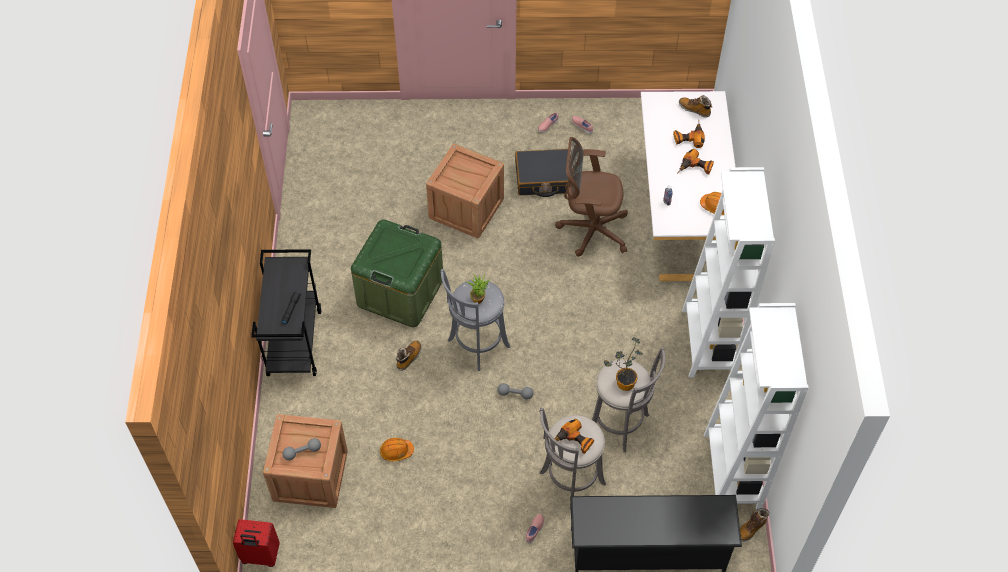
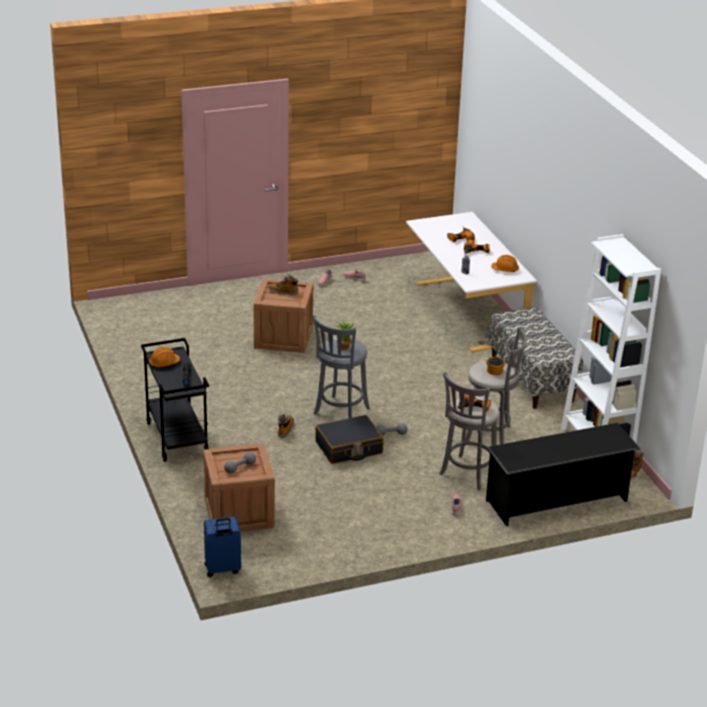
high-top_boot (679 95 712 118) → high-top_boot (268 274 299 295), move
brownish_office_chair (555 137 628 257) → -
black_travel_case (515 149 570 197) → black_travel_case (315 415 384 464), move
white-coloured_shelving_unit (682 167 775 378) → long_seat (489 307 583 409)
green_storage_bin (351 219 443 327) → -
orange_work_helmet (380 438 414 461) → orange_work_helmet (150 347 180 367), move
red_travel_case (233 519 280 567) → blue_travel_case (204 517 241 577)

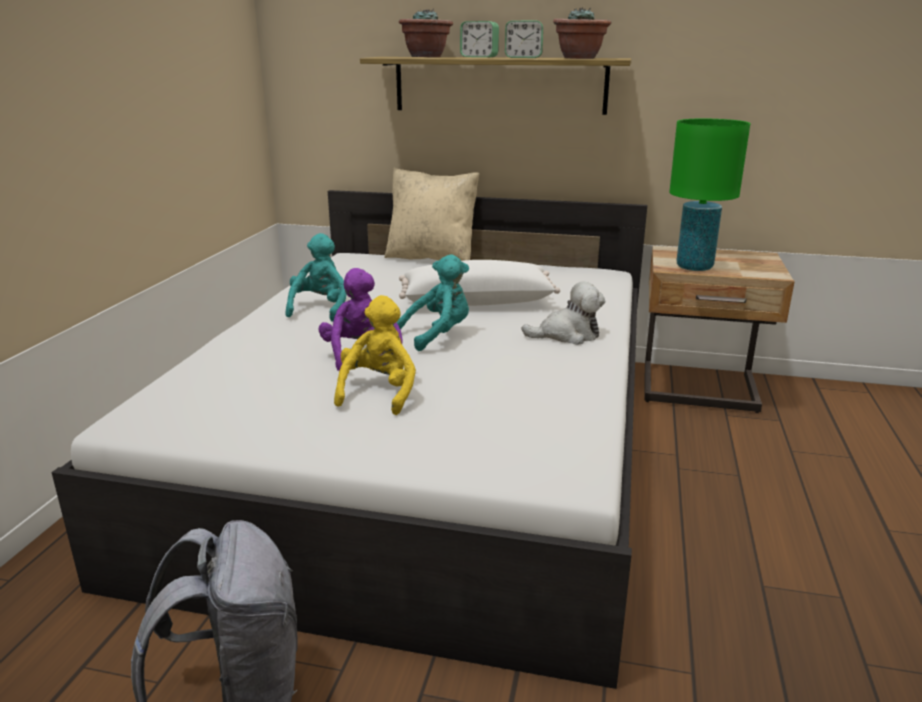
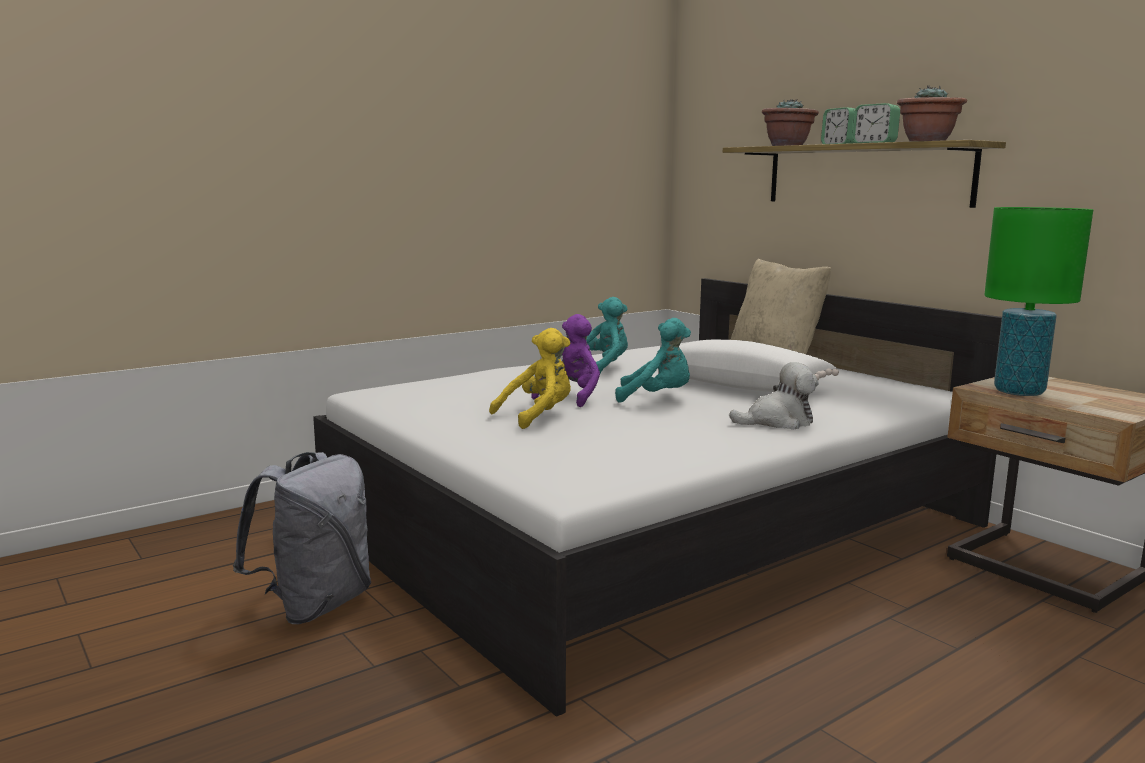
cuddly_toy (522 282 605 345) → cuddly_toy (729 362 818 430), 45 degrees counterclockwise

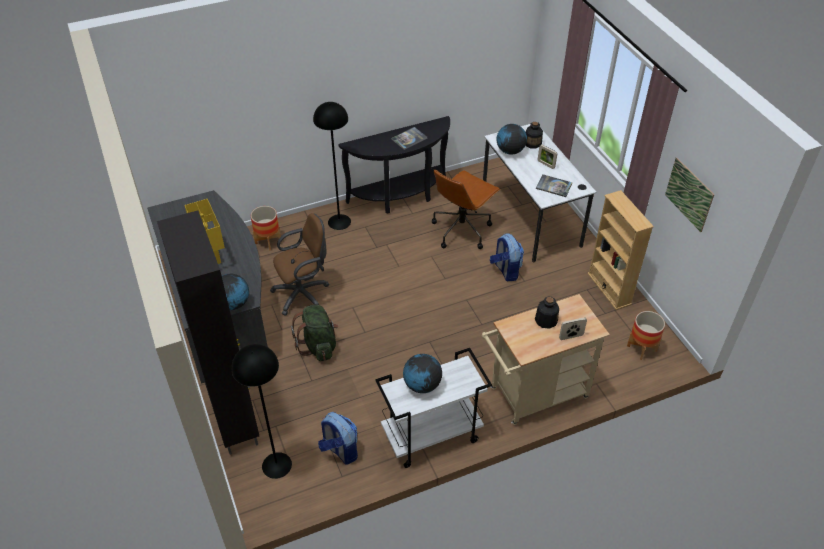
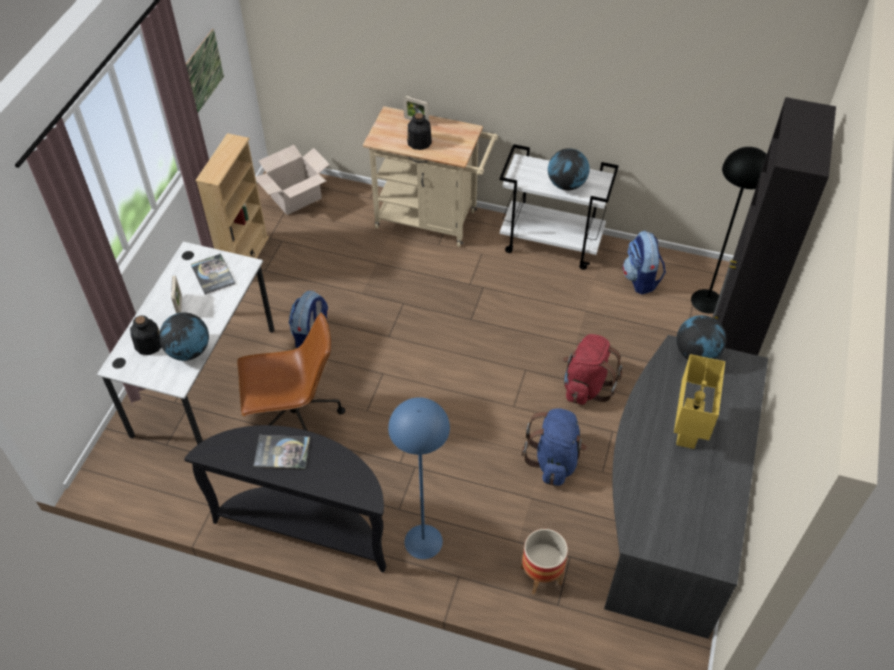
black_standing_lamp (313 102 351 230) → blue_standing_lamp (388 397 450 559)
brownish_office_chair (270 213 329 316) → blue_backpack (522 408 587 486)
green_backpack (291 305 338 361) → red_backpack (563 334 622 405)
flower_pot (627 311 665 360) → packing_box (255 145 330 215)

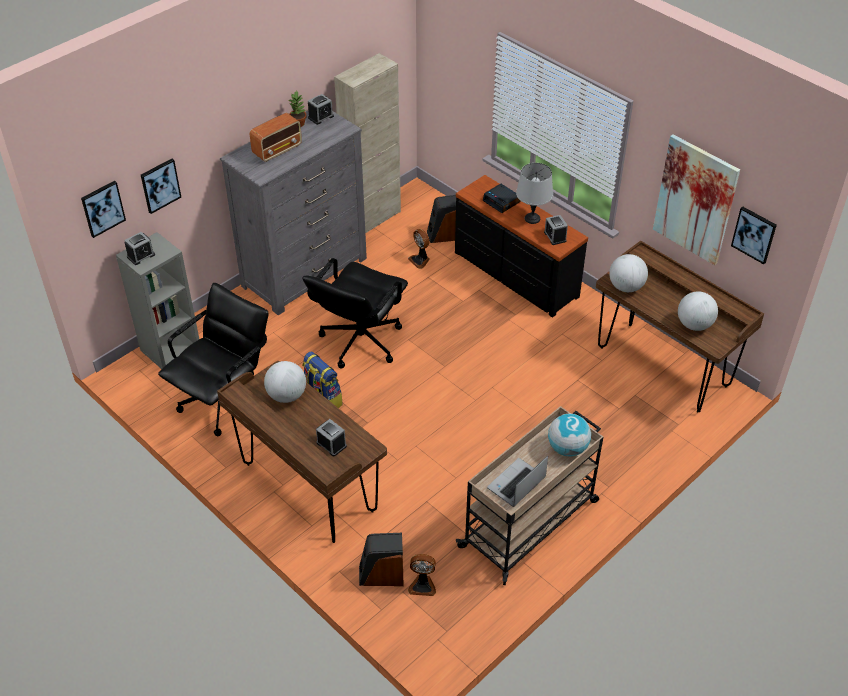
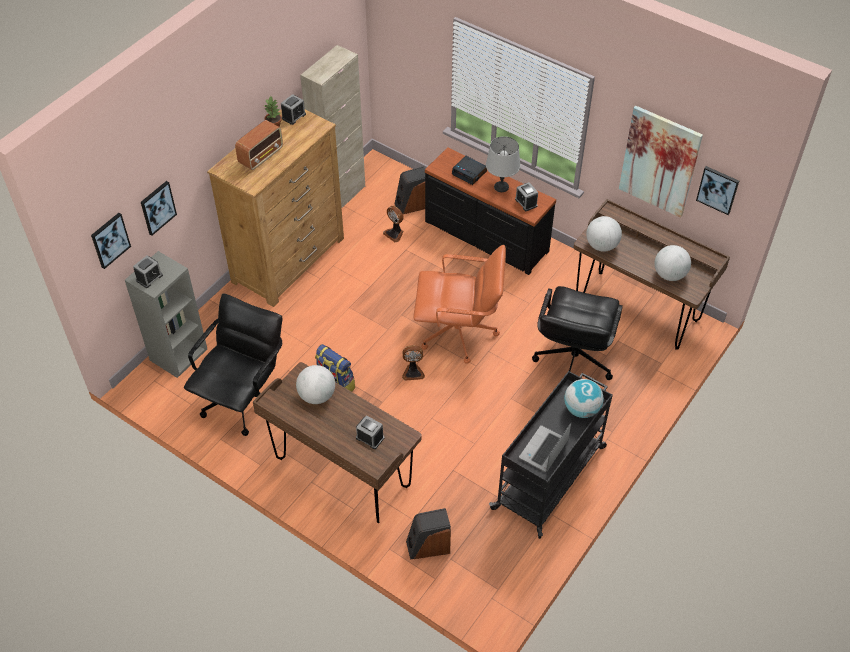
grey_chest_of_drawers (220 111 367 315) → brownish_chest_of_drawers (207 110 344 307)
black_office_chair (302 258 408 368) → black_office_chair (532 286 623 380), move
sand-coloured_wheeled_cart (456 406 603 585) → black_wheeled_cart (489 371 613 539)
cooling_fan (408 554 436 596) → cooling_fan (402 345 425 381), move
- → orange_office_chair (413 245 506 364)

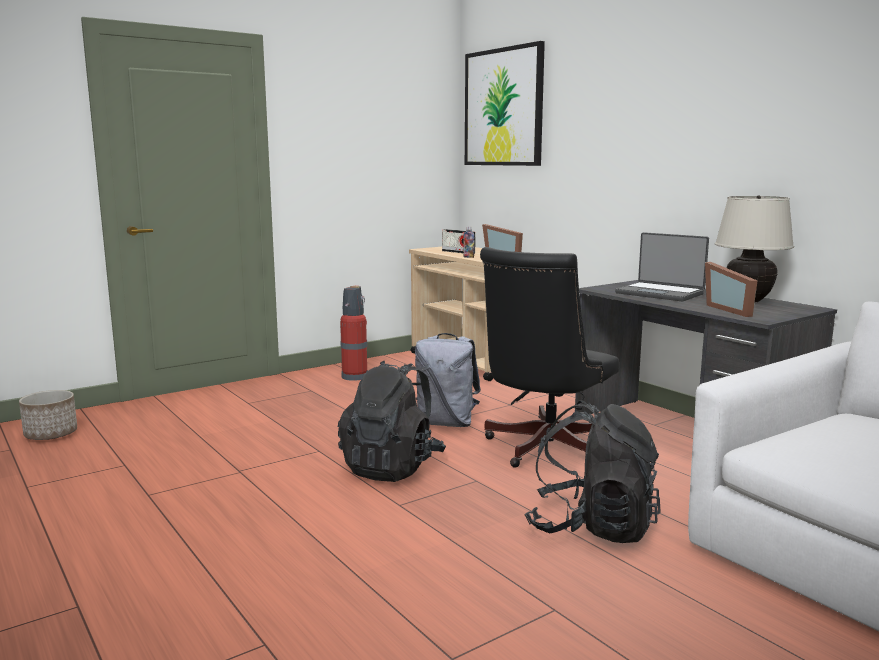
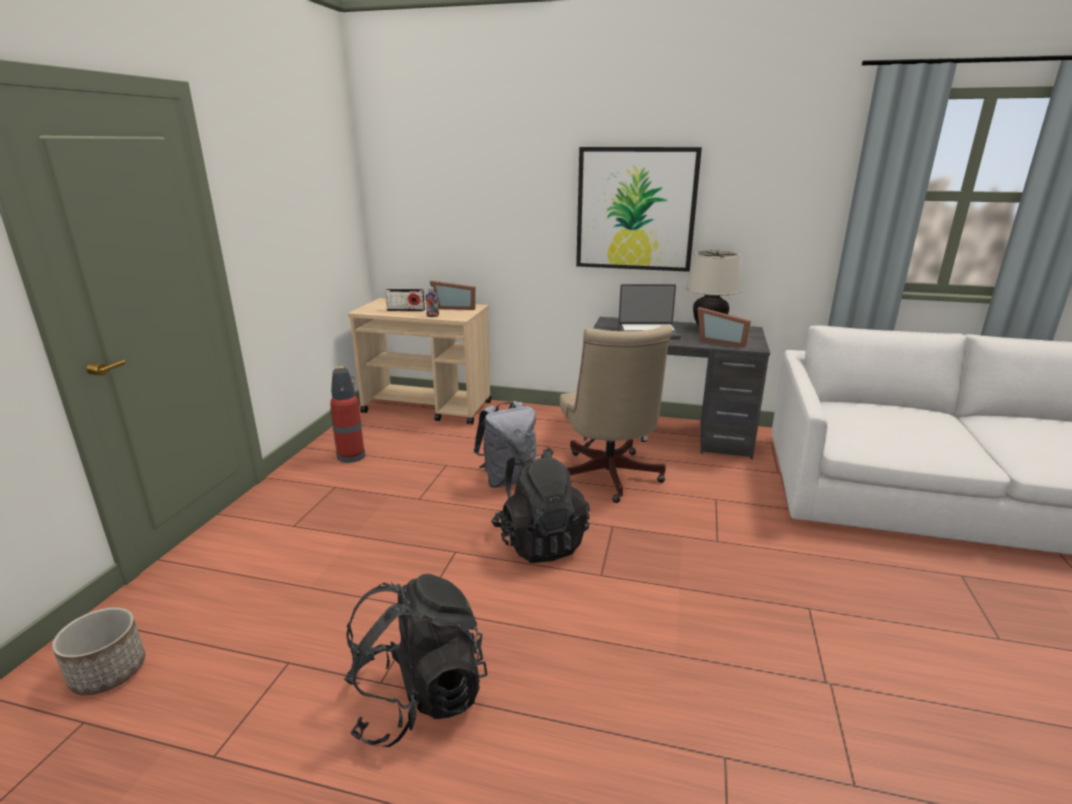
wall_art (465 41 545 166) → wall_art (576 147 702 272), move
black_office_chair (480 247 619 468) → sand-coloured_office_chair (560 325 672 503)
black_backpack (524 401 661 543) → black_backpack (343 574 488 747), move

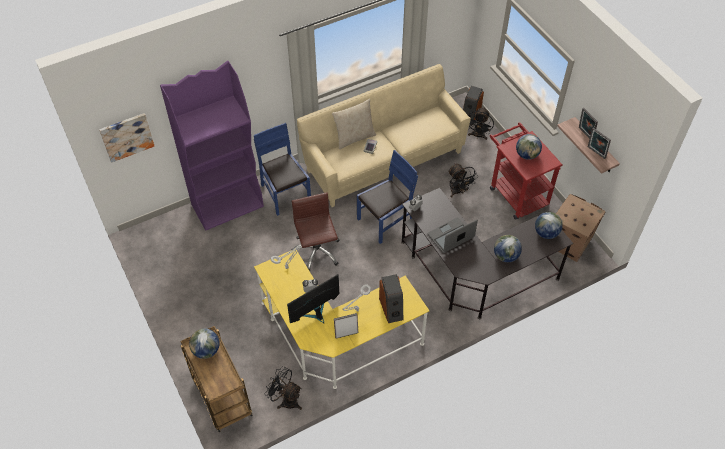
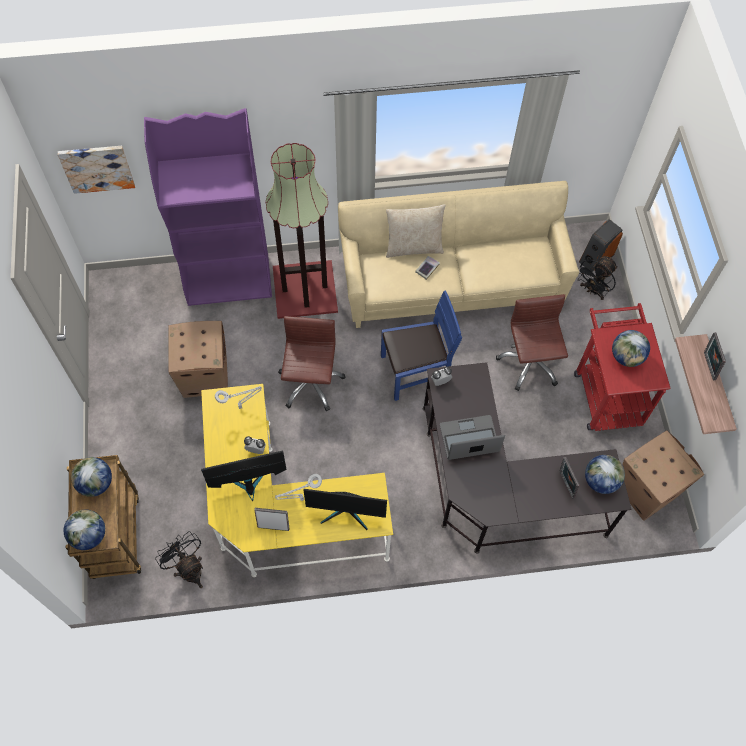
blue_chair (254 123 311 216) → standing_lamp (266 143 338 319)
photo_frame (588 128 611 159) → photo_frame (559 457 579 499), move
black_cooling_fan (448 163 478 197) → brownish_office_chair (496 294 568 391)
desk_globe (494 235 522 262) → desk_globe (64 510 105 550), move
loudspeaker (379 274 403 323) → computer_screen (304 489 387 530)
- → packing_box (169 321 228 398)

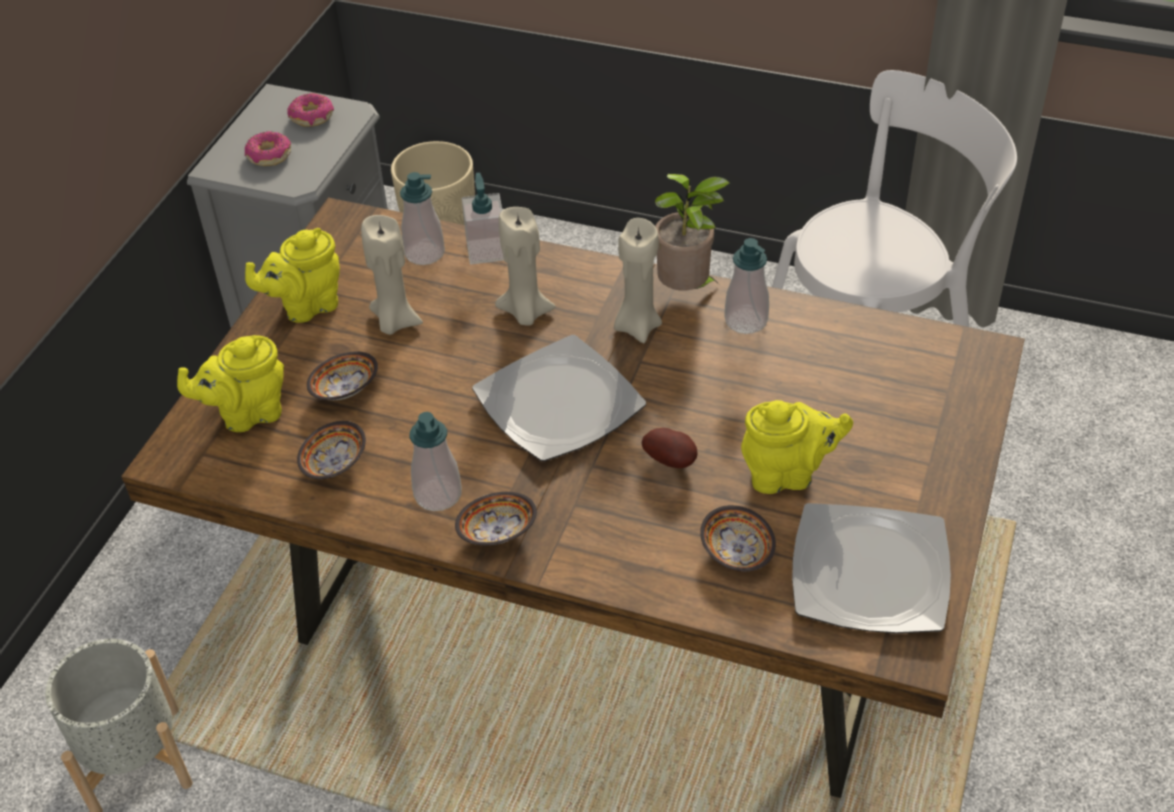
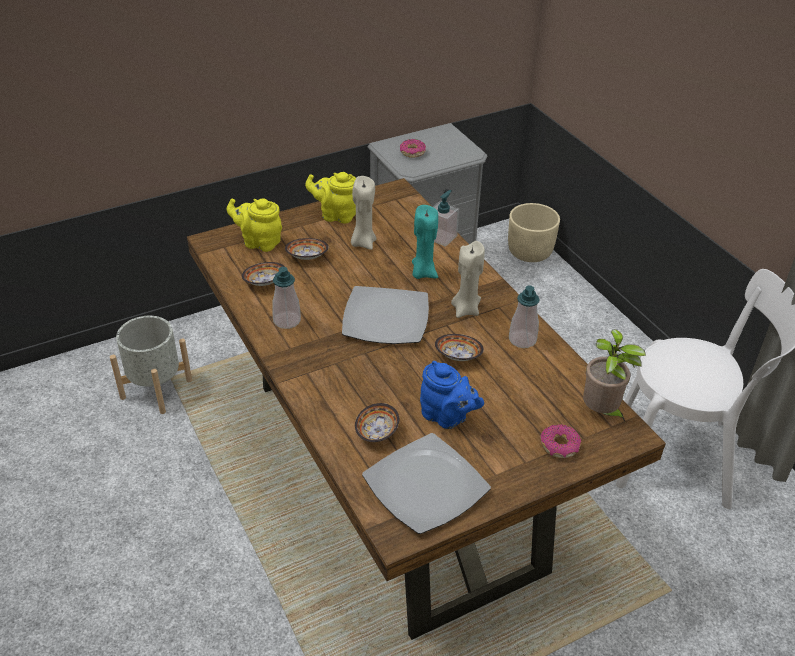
donut (287 93 334 127) → donut (540 424 581 458), move
soap_dispenser (400 172 445 265) → -
plant_in_a_pot (655 174 730 291) → plant_in_a_pot (583 329 646 422), move
sand-coloured_candle (495 207 556 325) → turquoise_candle (412 205 438 279)
yellowish_tea_pot (741 400 853 494) → blue_tea_pot (420 361 484 429)
spud (642 428 698 468) → -
deep_dish (455 492 537 545) → deep_dish (435 334 484 361), move

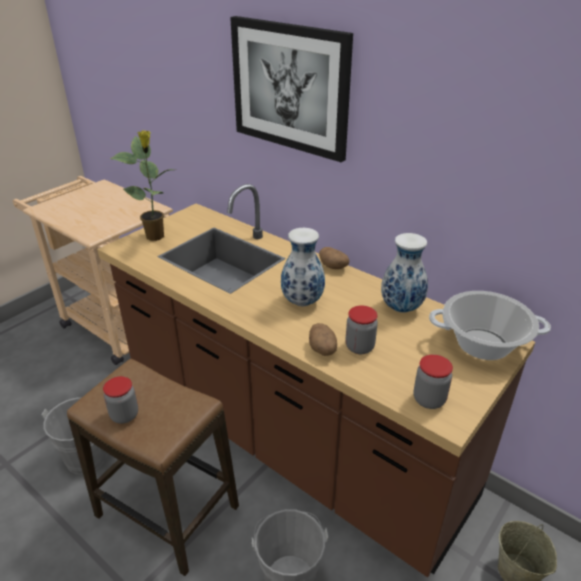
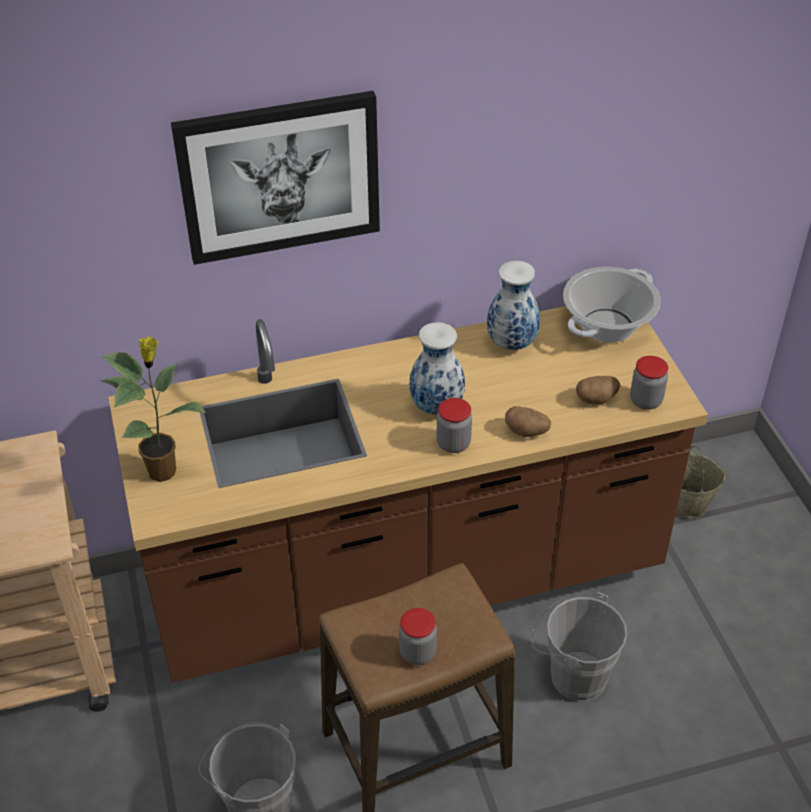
spud (319 247 350 269) → spud (576 376 620 404), move
preserve_jar (345 306 378 354) → preserve_jar (437 398 472 453), move

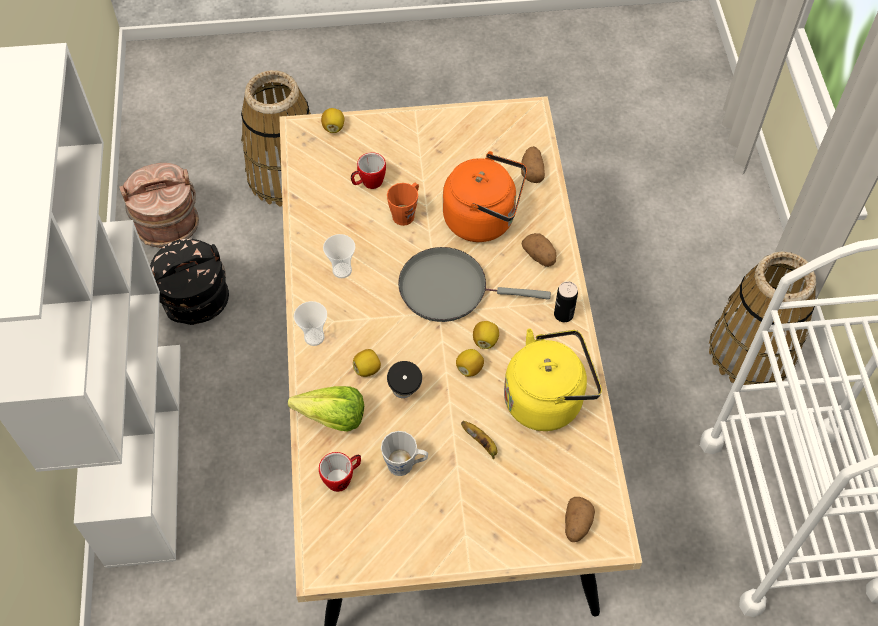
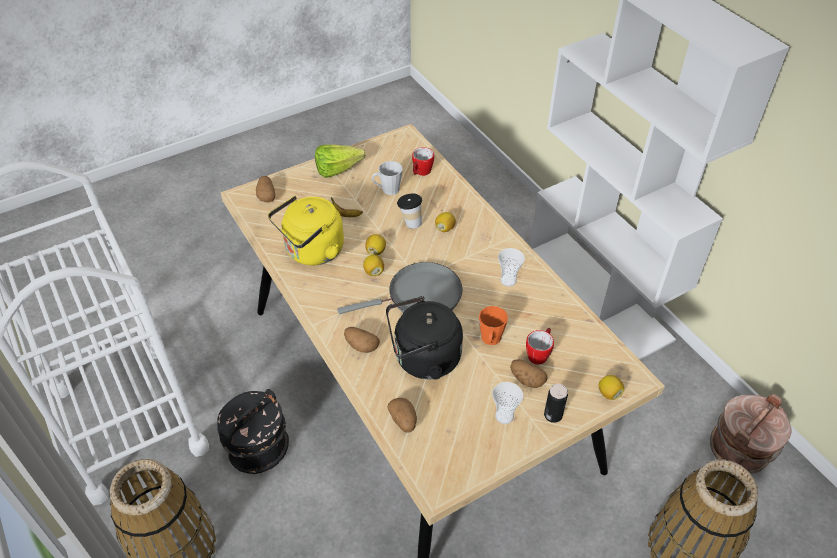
orange_kettle (443 151 527 242) → black_kettle (386 296 463 380)
black_pail (150 239 229 325) → black_pail (217 389 289 474), move
sealed_can (554 281 578 322) → sealed_can (544 384 568 423), move
small_cup (294 301 327 346) → small_cup (492 382 523 424), move
lettuce_head (288 386 364 432) → lettuce_head (315 145 366 178), move
- → spud (510 359 548 388)

